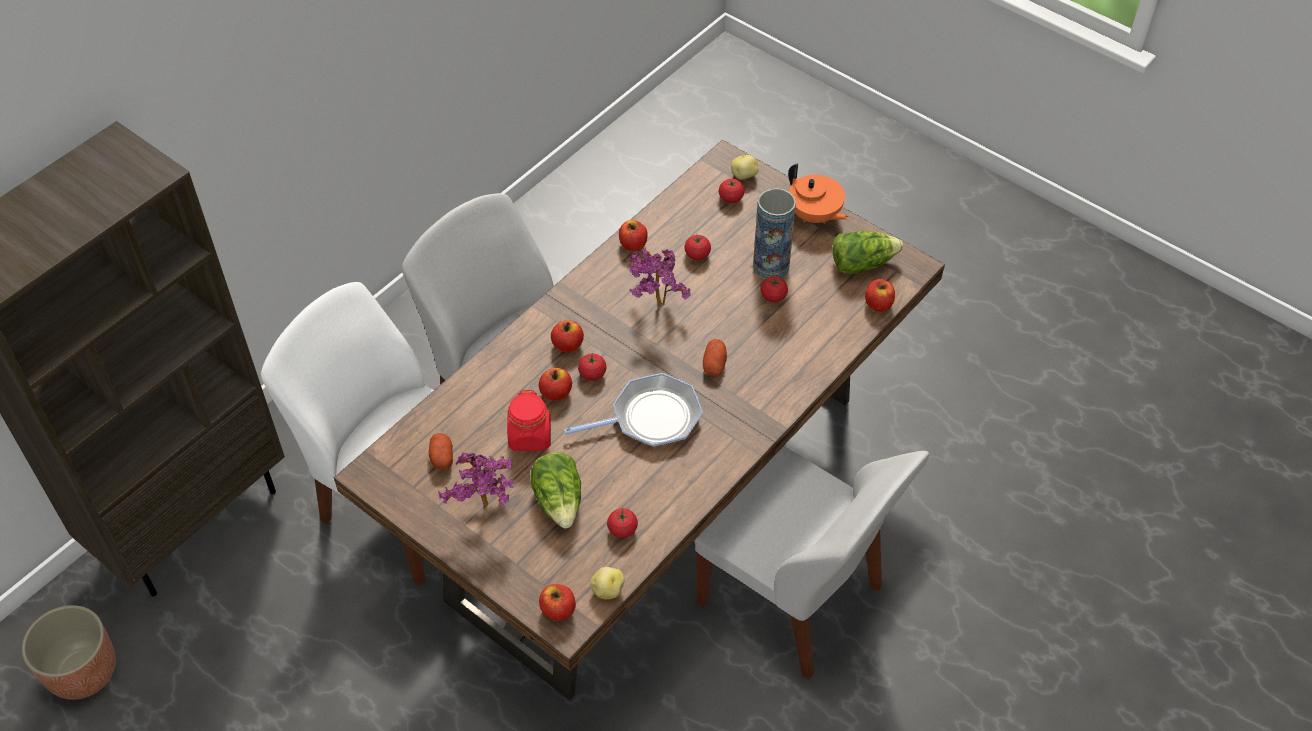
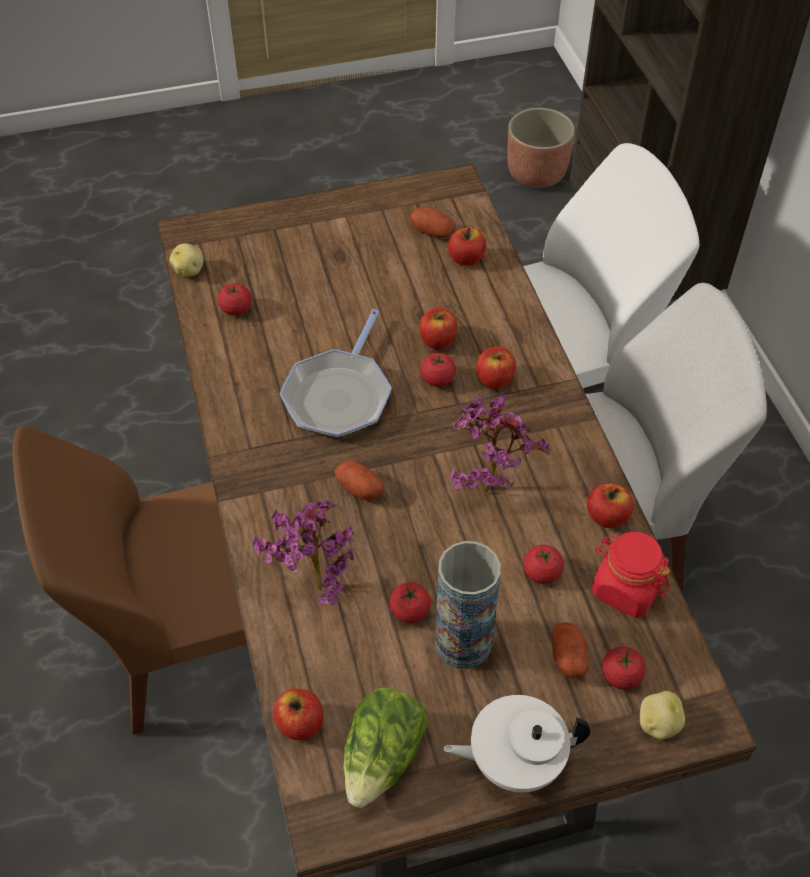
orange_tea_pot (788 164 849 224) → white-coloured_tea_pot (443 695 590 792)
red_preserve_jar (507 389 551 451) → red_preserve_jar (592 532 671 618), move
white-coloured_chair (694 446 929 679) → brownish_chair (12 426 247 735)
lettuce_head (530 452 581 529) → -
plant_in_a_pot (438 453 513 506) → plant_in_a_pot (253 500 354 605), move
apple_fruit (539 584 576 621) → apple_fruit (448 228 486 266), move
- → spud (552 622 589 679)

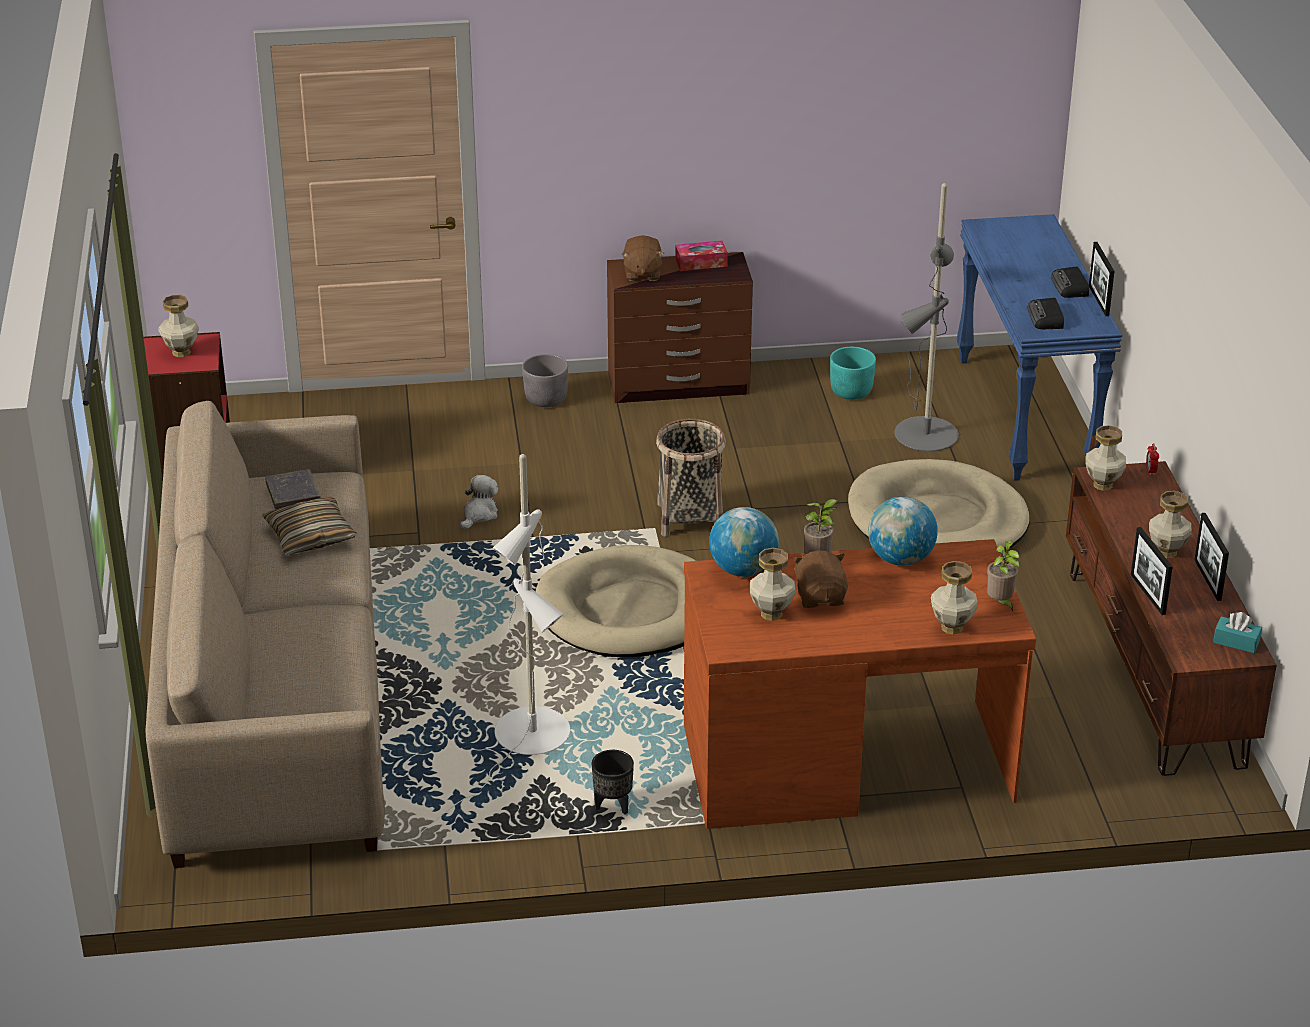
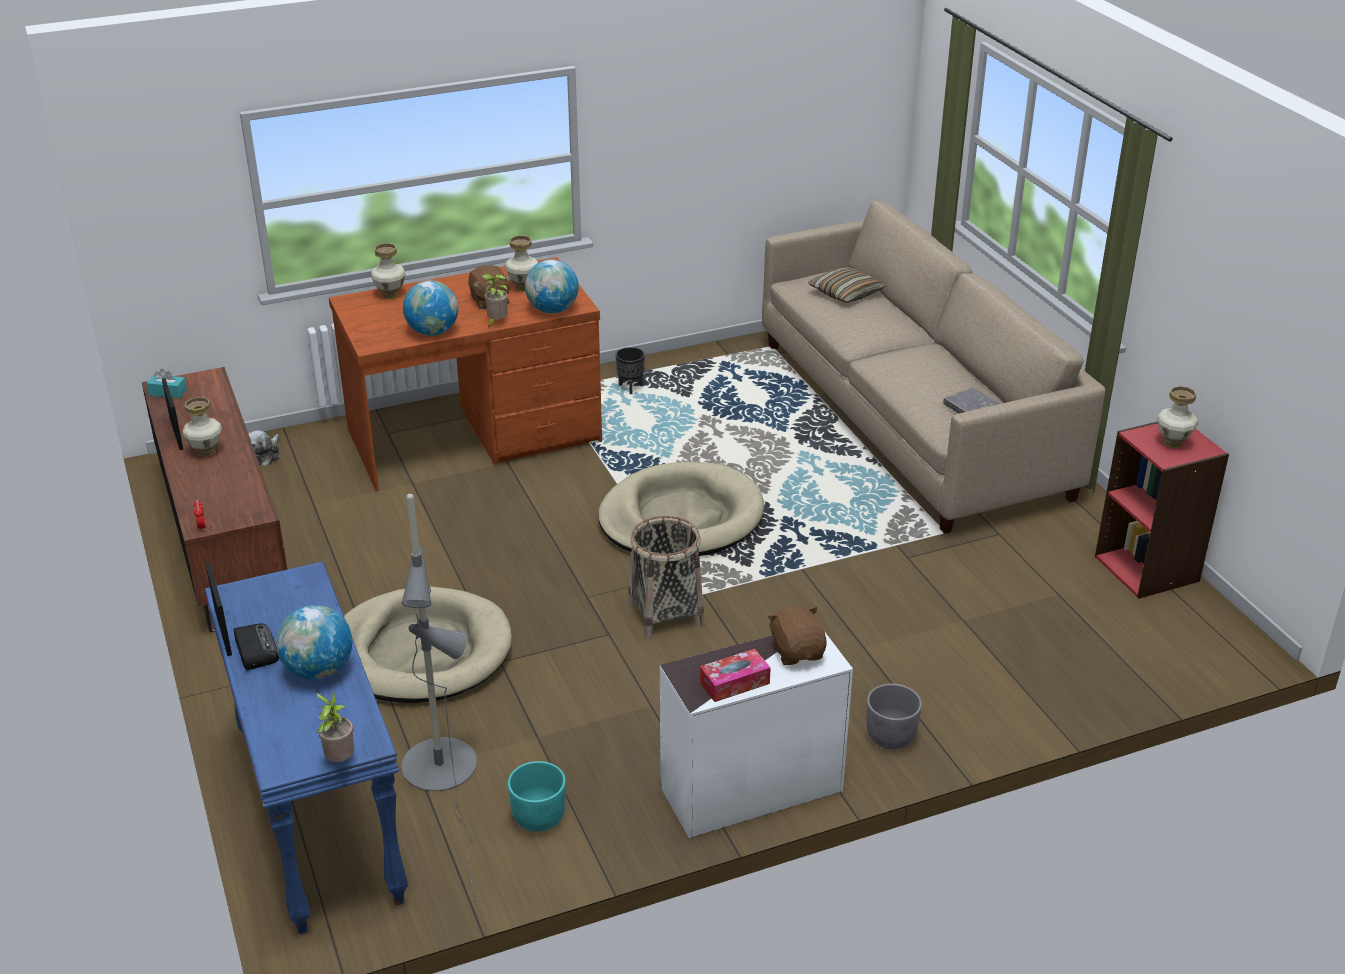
brownish_chest_of_drawers (607 252 753 403) → white-coloured_chest_of_drawers (660 631 853 838)
radio (1028 298 1064 329) → -
vase (1085 425 1126 491) → -
white-coloured_standing_lamp (416 454 570 838) → -
cuddly_toy (460 475 498 529) → cuddly_toy (248 430 279 466), move
cushion (262 497 357 555) → cushion (808 267 885 303), move
photo_frame (1131 527 1173 615) → -
plant_in_a_pot (987 541 1020 612) → plant_in_a_pot (316 692 354 762), move
- → desk_globe (276 605 352 680)

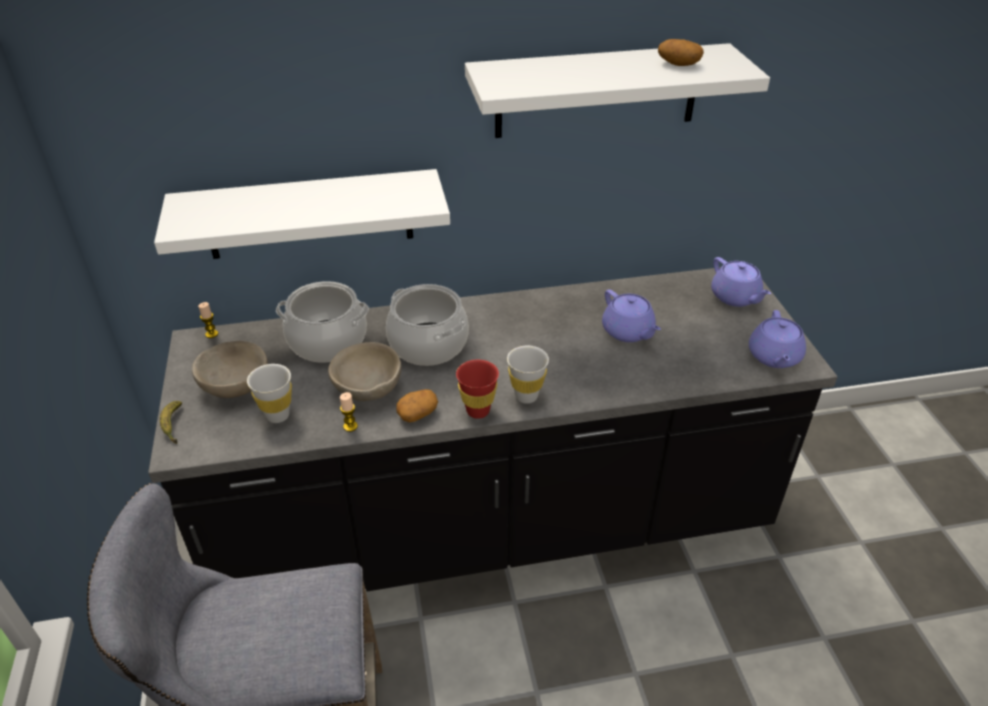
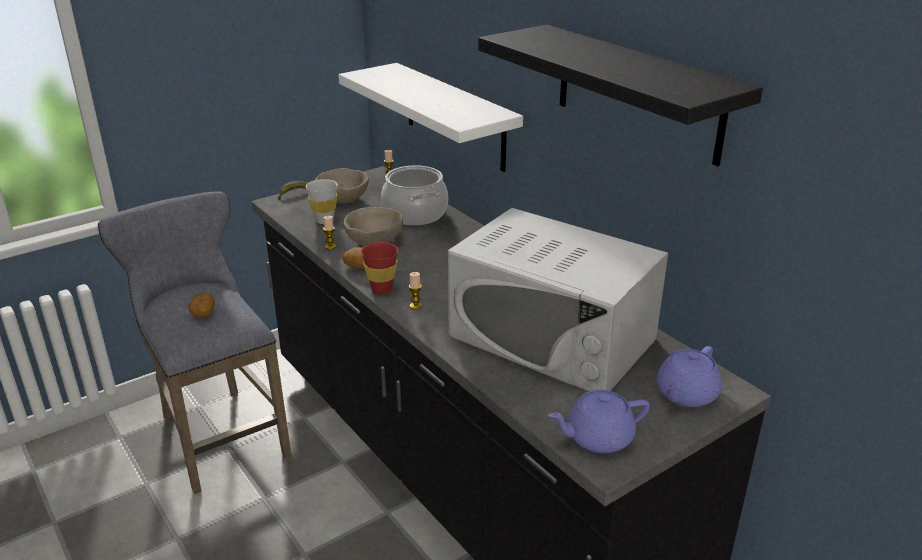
spud (658 39 704 66) → spud (188 293 215 317), move
white-coloured_bracket_shelf (465 43 770 138) → black_bracket_shelf (478 25 763 166)
stockpot (386 284 469 366) → -
purplish_tea_pot (602 289 661 342) → white-coloured_microwave (448 208 668 391)
white-coloured_small_cup (507 346 549 404) → candle (409 272 422 310)

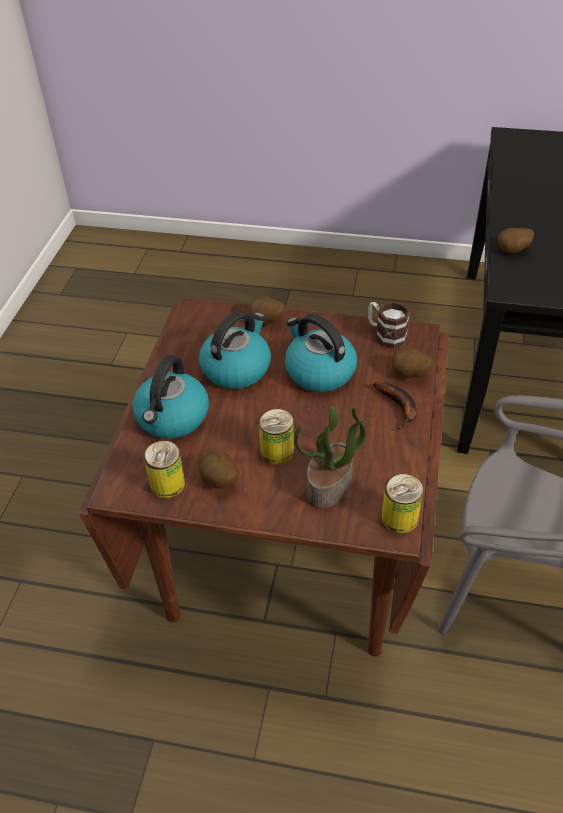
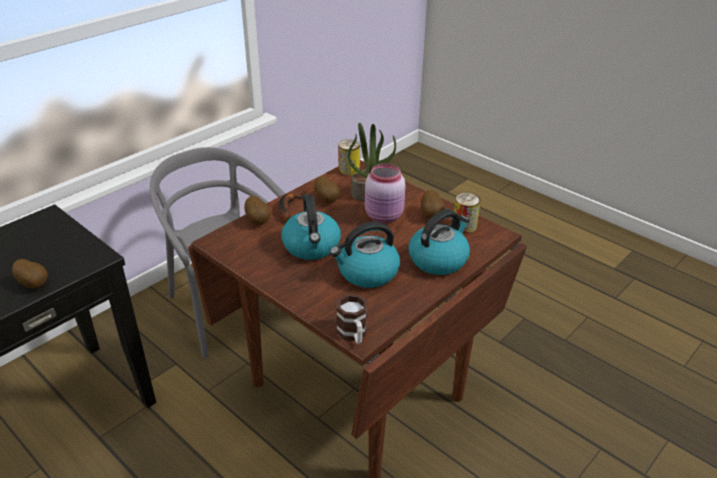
spud (249 296 286 325) → spud (314 176 340 203), move
coffee_mug (368 301 410 349) → coffee_mug (336 294 367 344), move
sealed_can (258 408 294 465) → pink-coloured_preserve_jar (365 164 405 223)

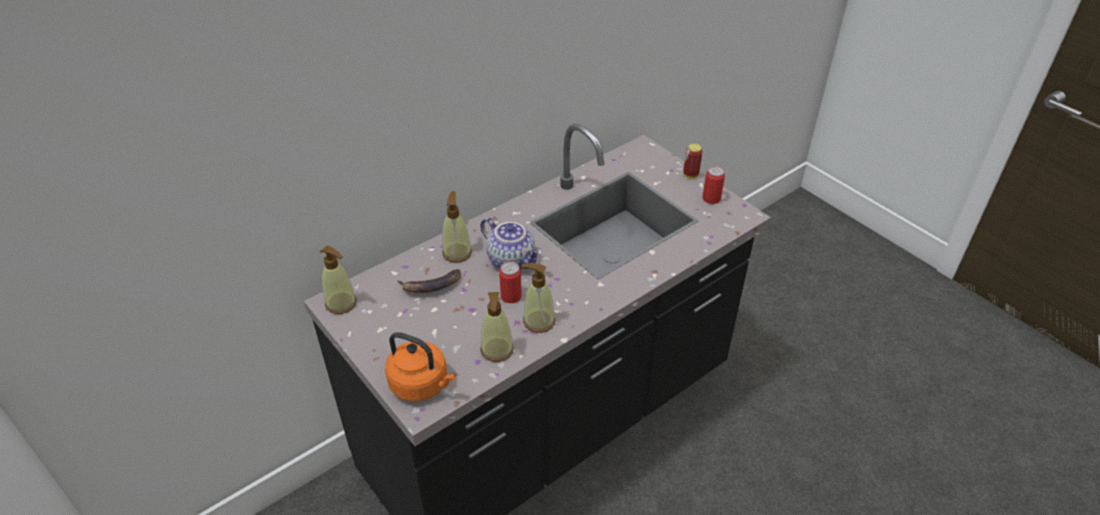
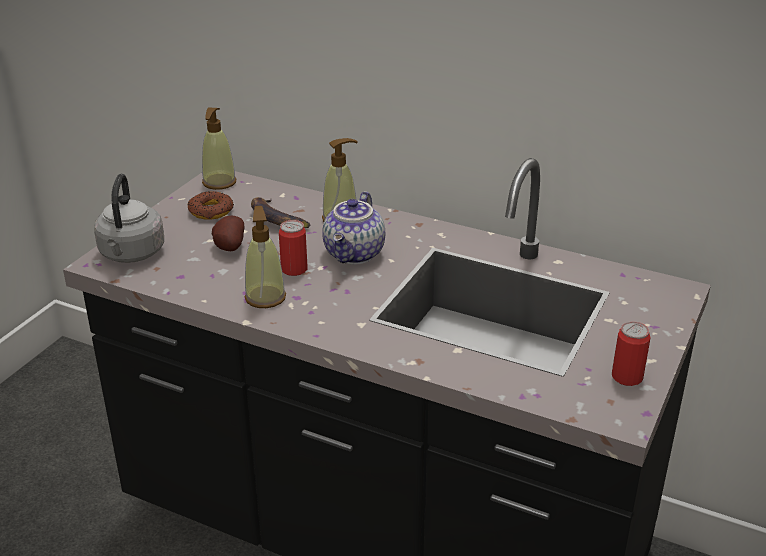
sealed_can (683 144 703 178) → -
soap_dispenser (480 292 514 362) → -
orange_kettle (385 332 455 401) → grey_kettle (94 174 164 263)
- → donut (188 191 234 220)
- → spud (212 216 244 251)

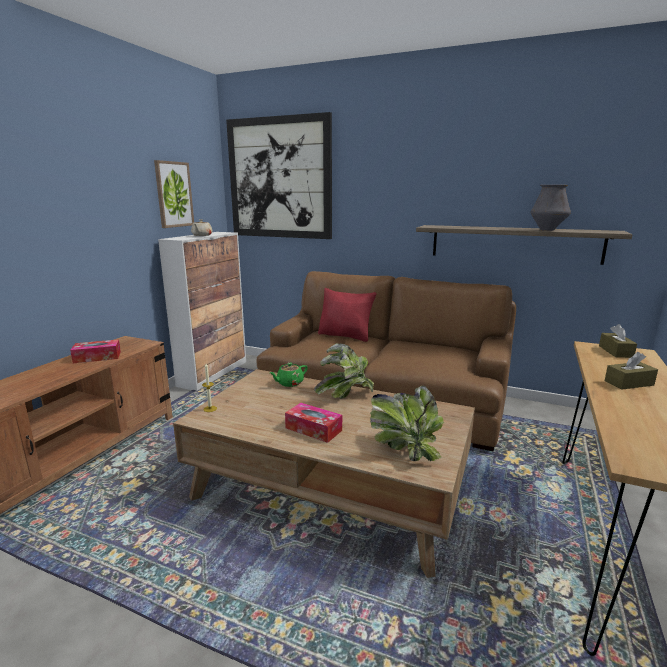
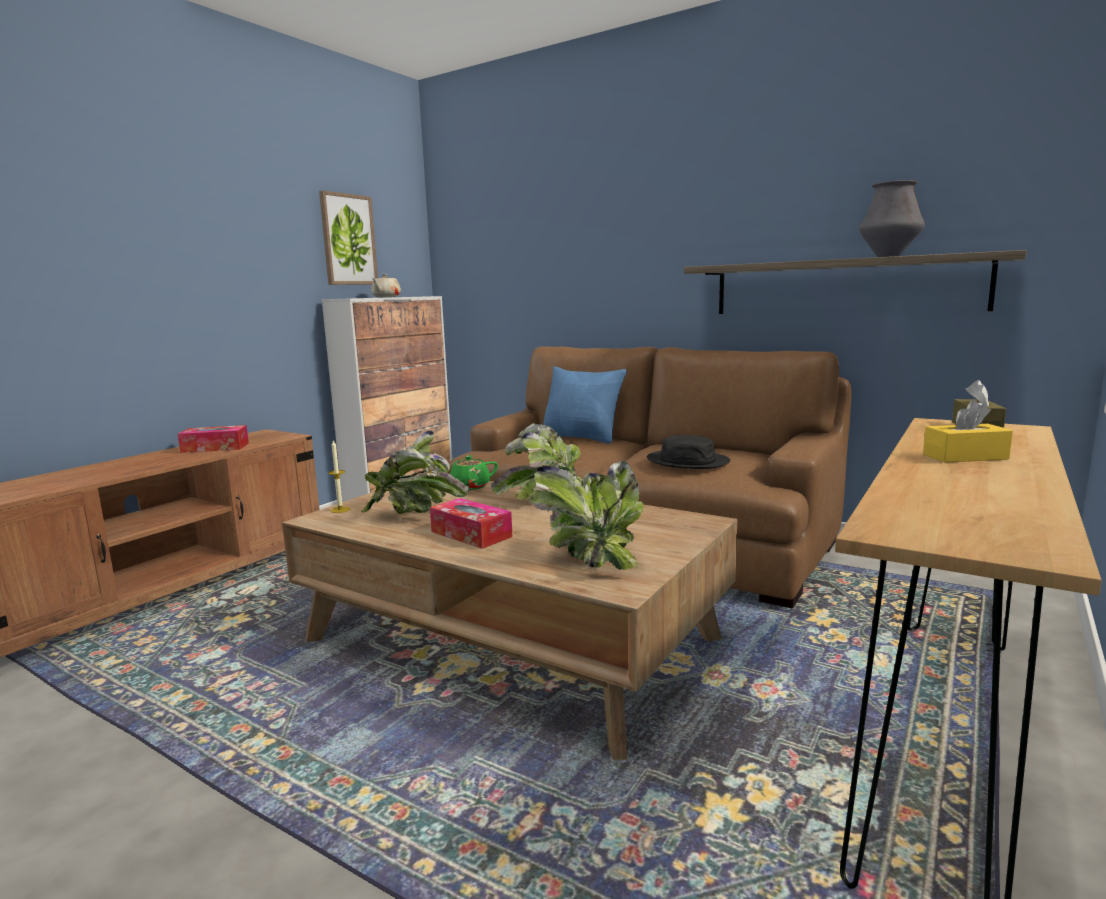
wall_art (226 112 332 239) → -
red_cushion (318 288 377 342) → blue_cushion (543 366 627 444)
brownish_box_of_tissues (605 352 658 389) → yellowish_box_of_tissues (923 400 1013 463)
- → plant_in_a_pot (361 430 469 514)
- → black_hat (647 435 730 469)

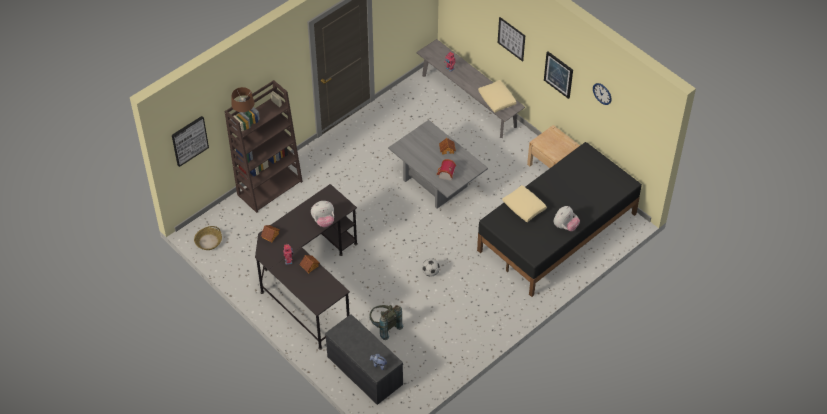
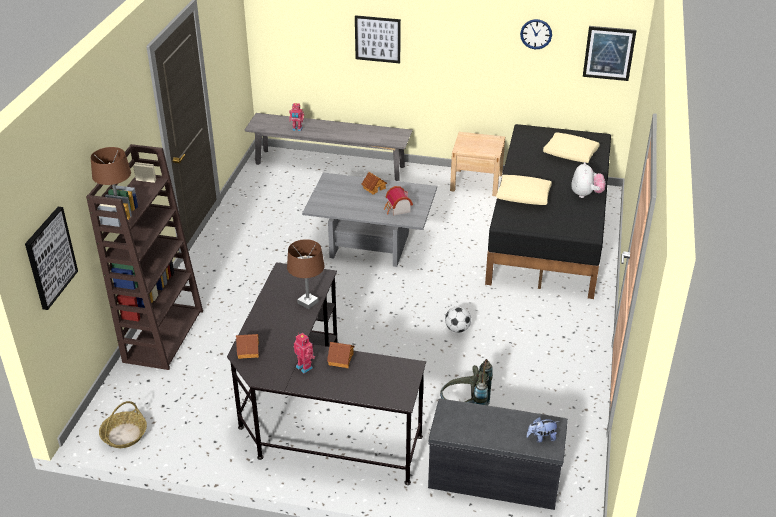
wall_art (544 51 573 99) → wall_art (583 26 636 81), move
sand-coloured_cushion (478 80 517 113) → sand-coloured_cushion (543 132 600 163), move
cuddly_toy (311 201 334 227) → brownish_tabletop_lamp (287 239 325 309)

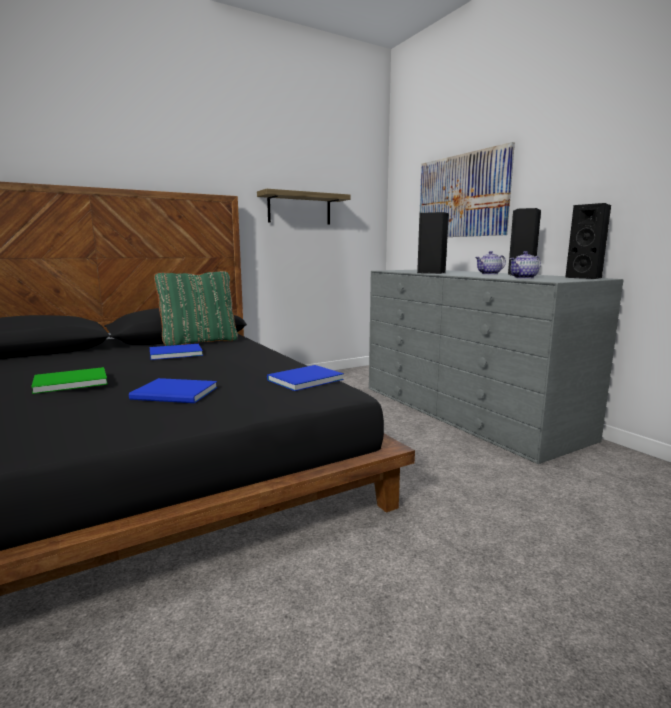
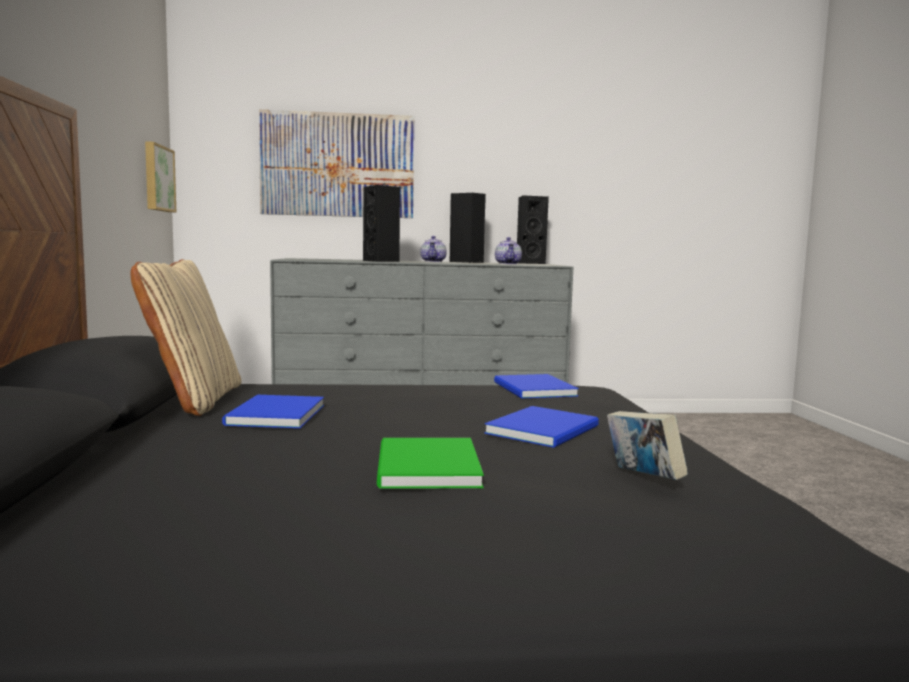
bracket_shelf (257 189 350 224) → -
green_cushion (154 271 238 346) → sand-coloured_cushion (131 259 241 416)
- → wall_art (145 141 176 212)
- → volume (607 411 688 480)

